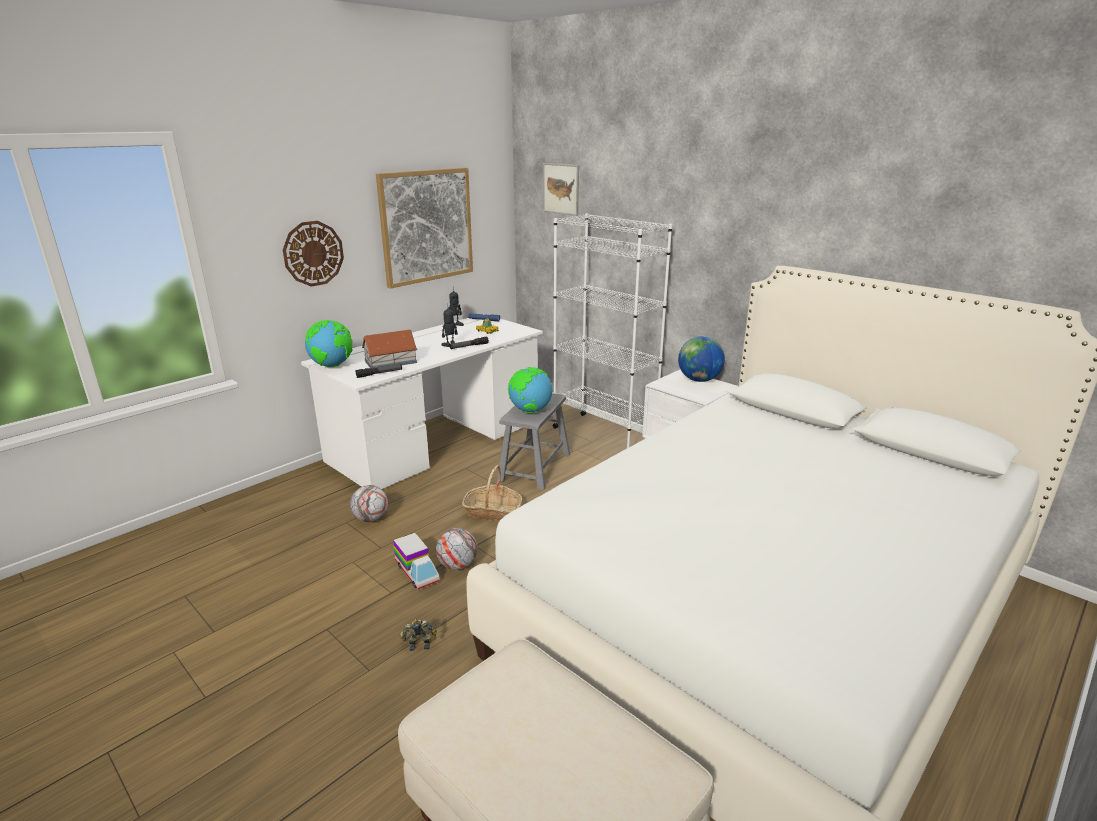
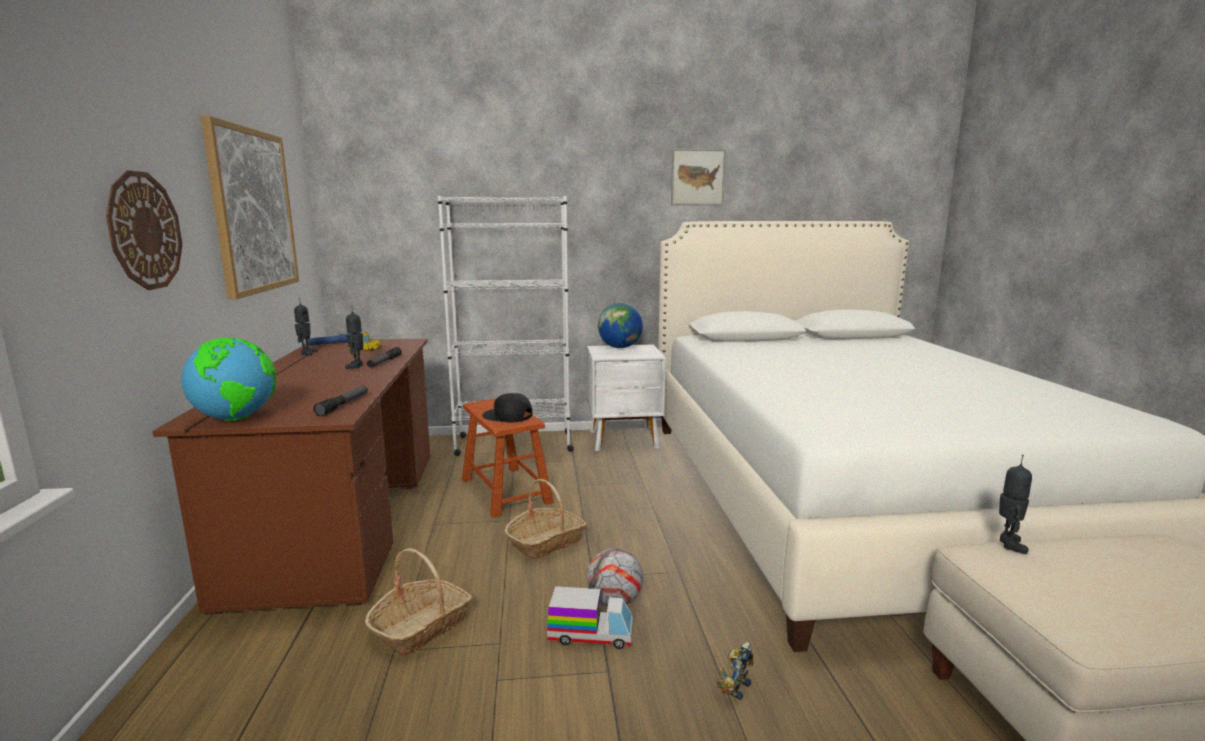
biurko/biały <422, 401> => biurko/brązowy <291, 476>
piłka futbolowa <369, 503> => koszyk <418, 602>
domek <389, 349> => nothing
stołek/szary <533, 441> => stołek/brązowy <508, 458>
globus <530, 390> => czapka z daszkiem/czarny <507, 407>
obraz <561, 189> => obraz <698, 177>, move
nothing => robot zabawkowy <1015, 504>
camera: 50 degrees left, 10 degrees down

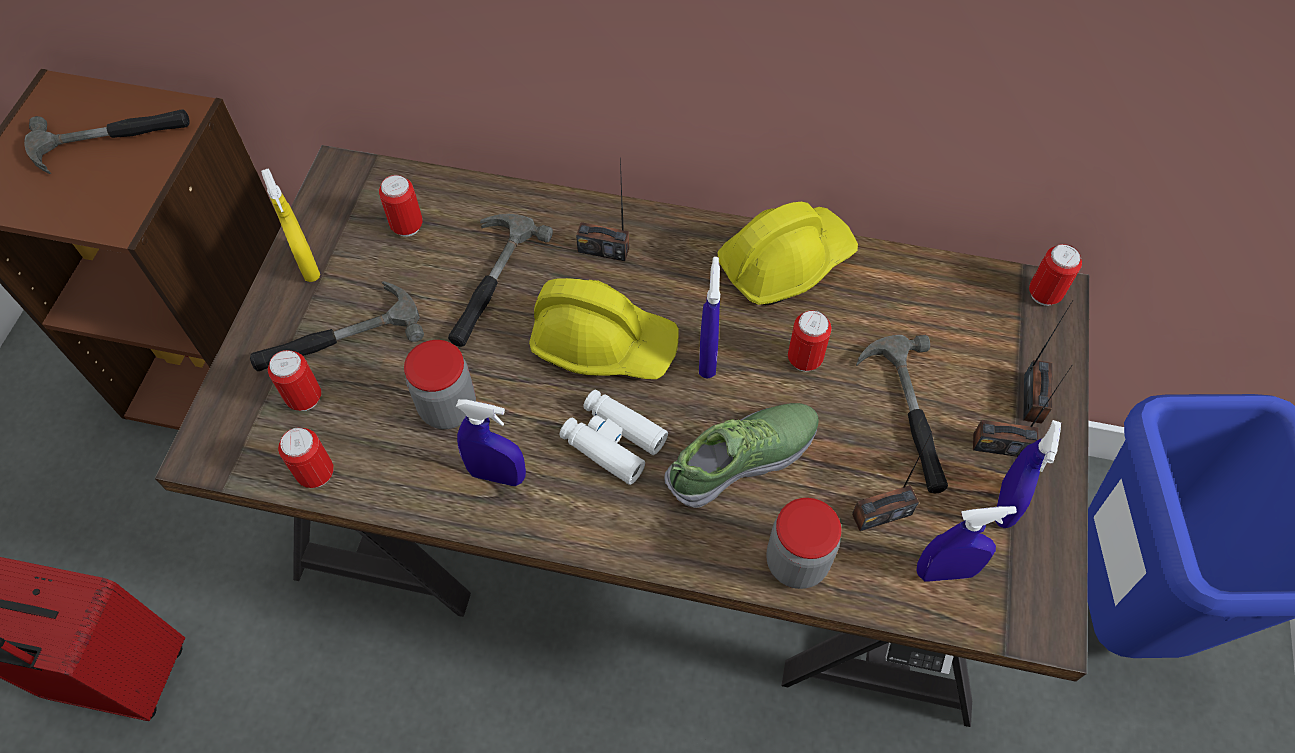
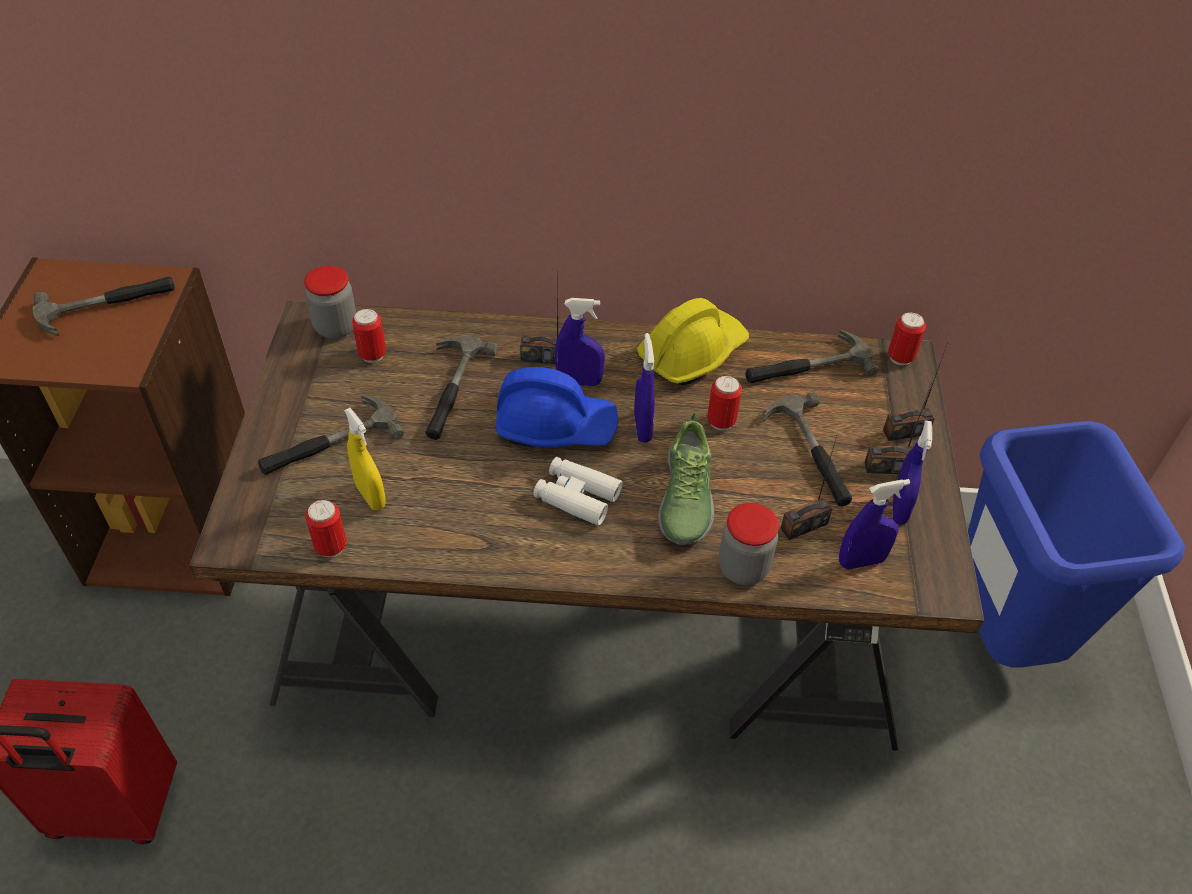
spryskiwacz/żółty <290, 225> => spryskiwacz/żółty <365, 459>, move
puszka <294, 380> => nothing
słoik <440, 384> => słoik <330, 302>, move
spryskiwacz/niebieski <491, 442> => spryskiwacz/niebieski <580, 342>, move
kask/żółty <604, 328> => kask/niebieski <556, 407>
but <741, 455> => but <686, 479>, 135 degrees clockwise
radio <1048, 361> => radio <915, 393>, 75 degrees clockwise
nothing => młotek <812, 356>
camera: 10 degrees left, 10 degrees down

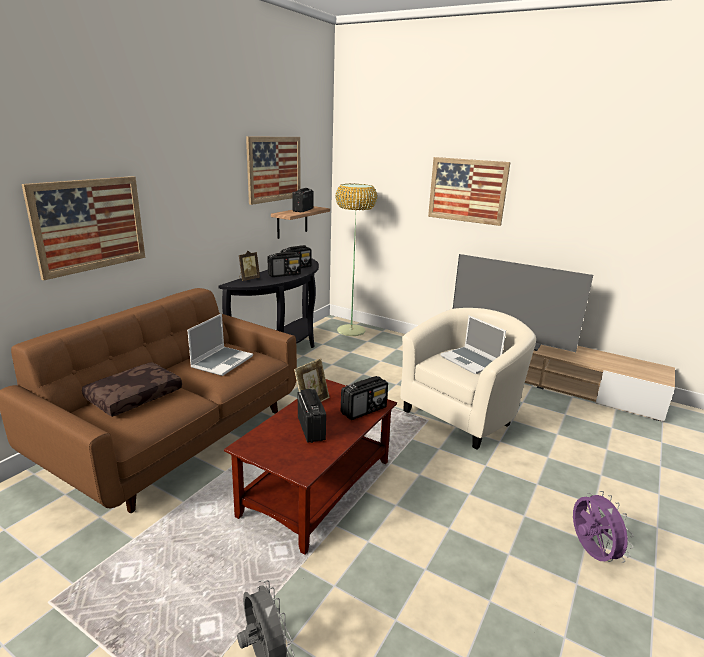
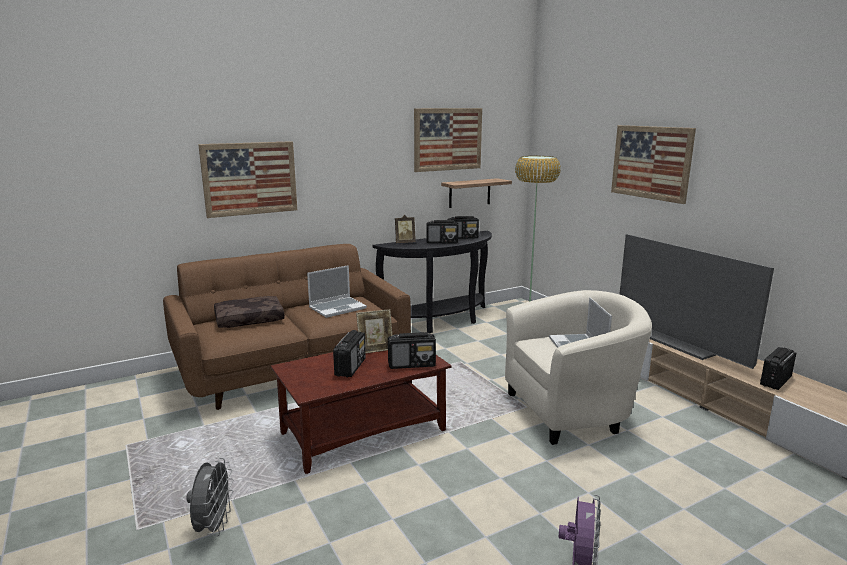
radio <303, 200> => radio <778, 368>, move
camera: 30 degrees right, 5 degrees down

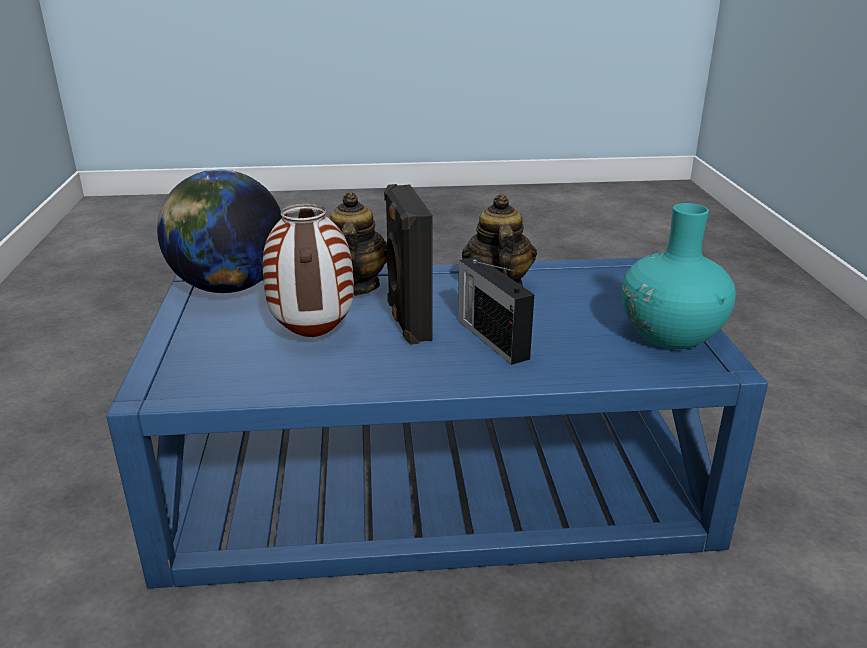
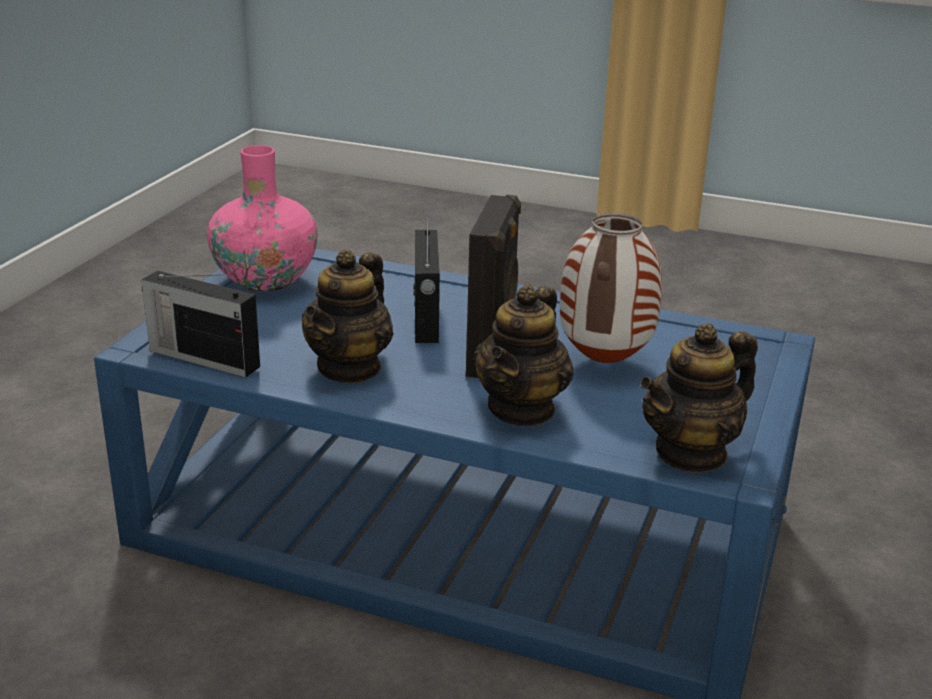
globus <219, 231> => imbryk <699, 398>
wazon/turkusowy <678, 276> => wazon/różowy <262, 218>
nothing => radio <200, 324>
camera: 155 degrees left, 0 degrees up

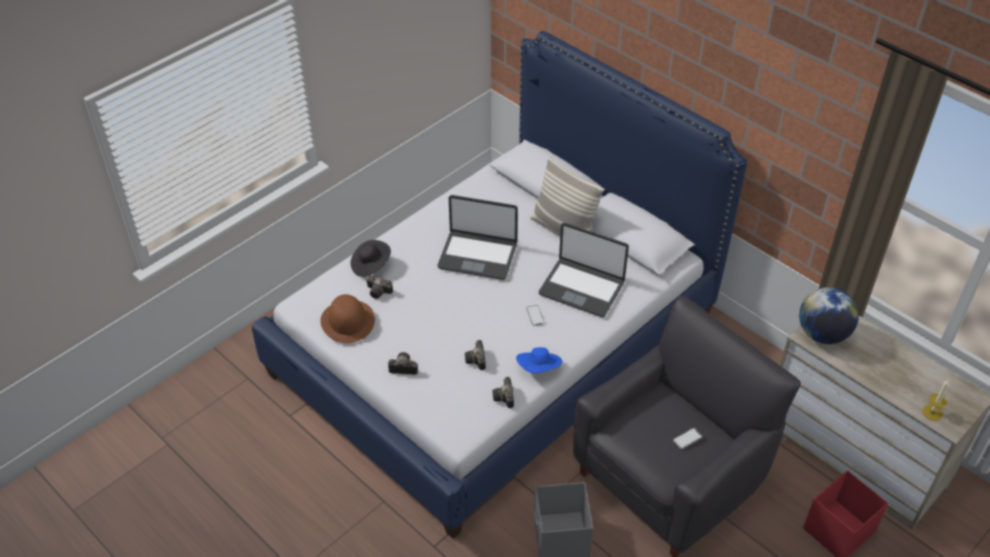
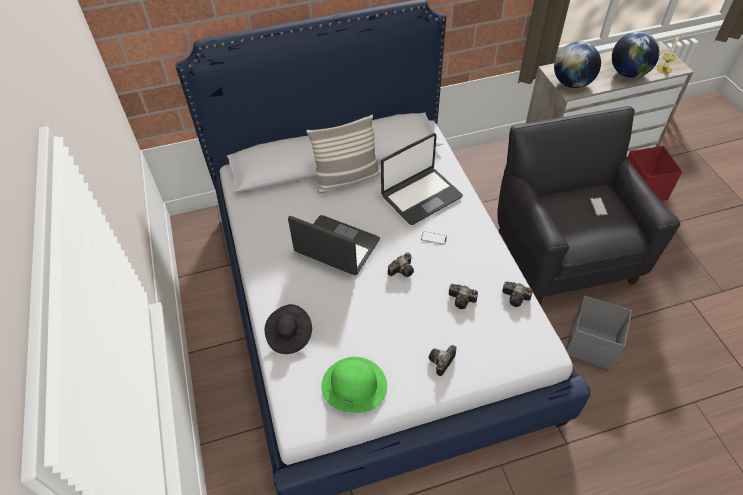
kapelusz/brązowy <347, 318> => kapelusz/zielony <354, 385>
aparat fotograficzny <379, 287> => aparat fotograficzny <401, 264>, move
laptop <478, 237> => laptop <334, 245>, 105 degrees counterclockwise
kapelusz/niebieski <539, 360> => nothing
nothing => globus <636, 55>
camera: 60 degrees left, 5 degrees up

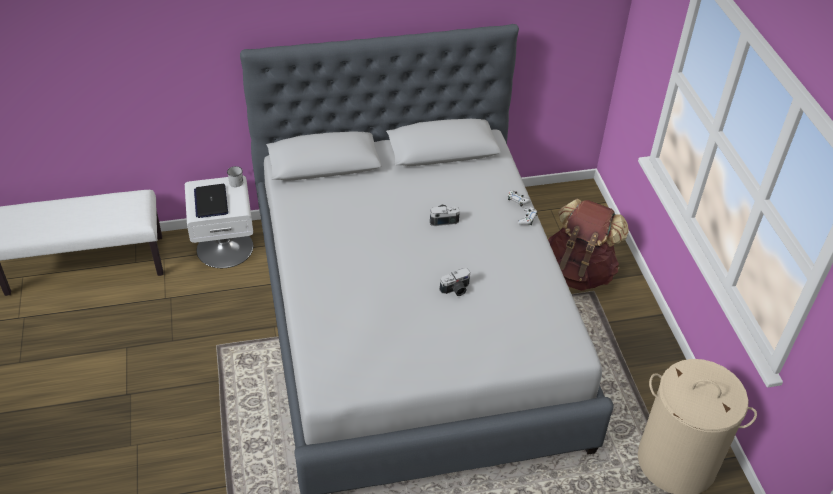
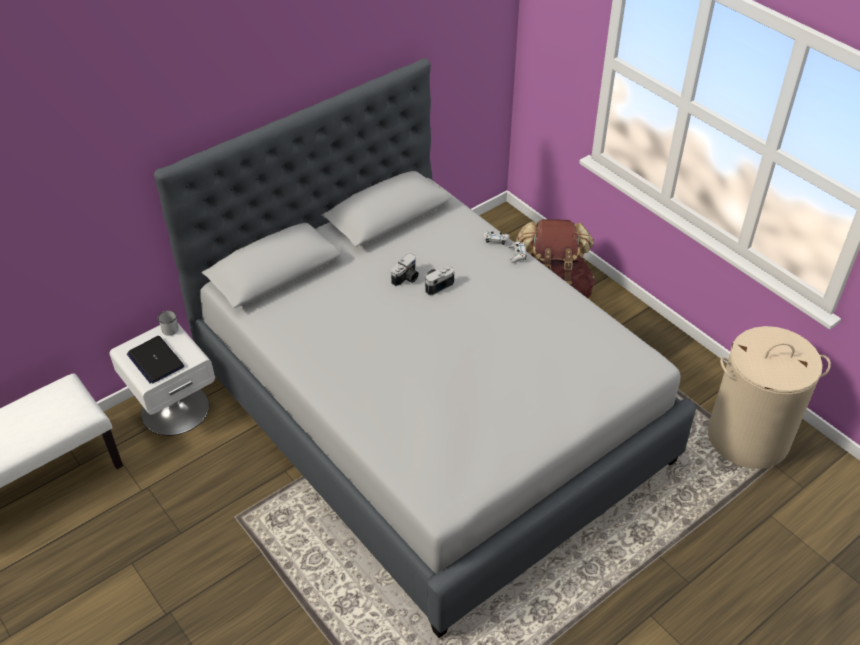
aparat fotograficzny <455, 282> => aparat fotograficzny <405, 269>, move
camera: 25 degrees left, 0 degrees up

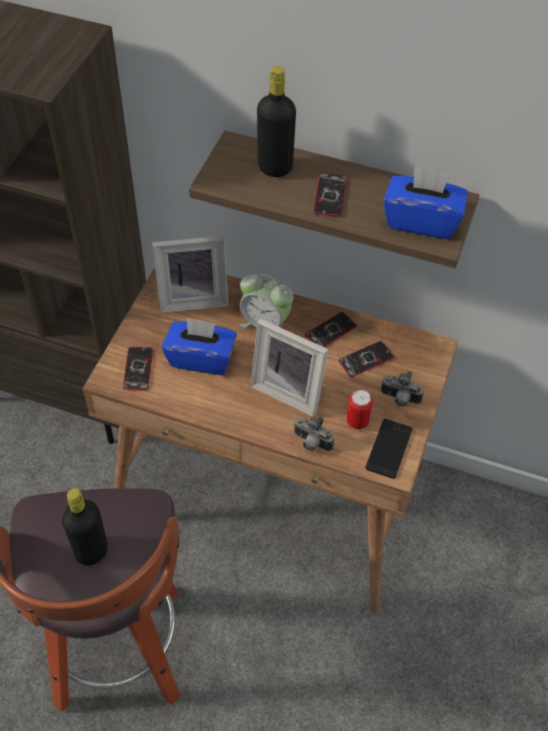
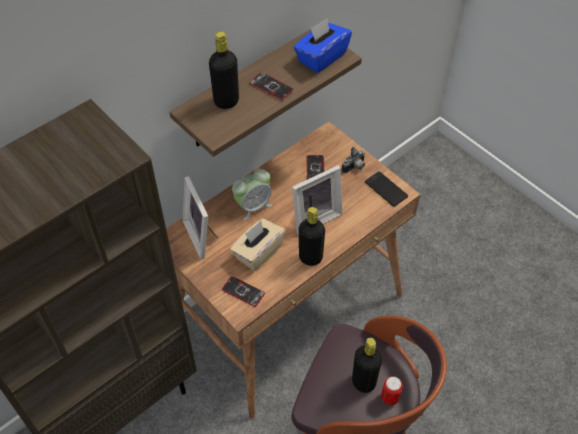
ramka na zdjęcie <190, 274> => ramka na zdjęcie <200, 217>, 135 degrees clockwise
pudełko chusteczek/niebieski <199, 346> => pudełko chusteczek/beżowy <258, 245>
aparat fotograficzny <314, 434> => nothing
telefon <331, 329> => nothing
puszka <359, 410> => puszka <392, 390>, move
nothing => butelka/czarny <312, 236>
camera: 60 degrees left, 0 degrees up

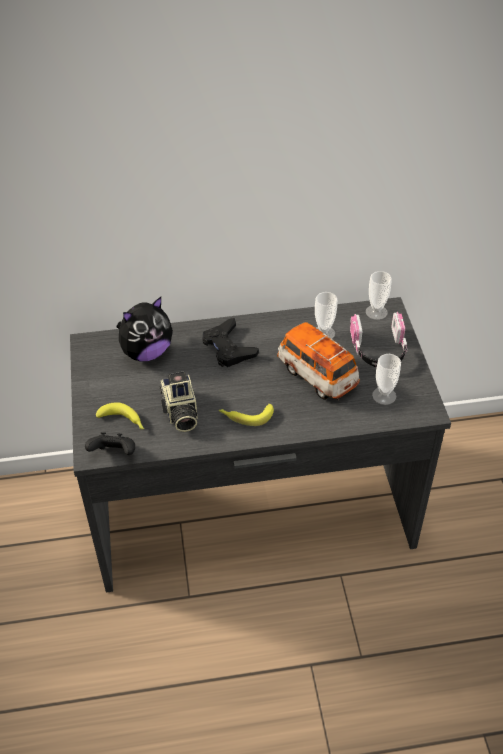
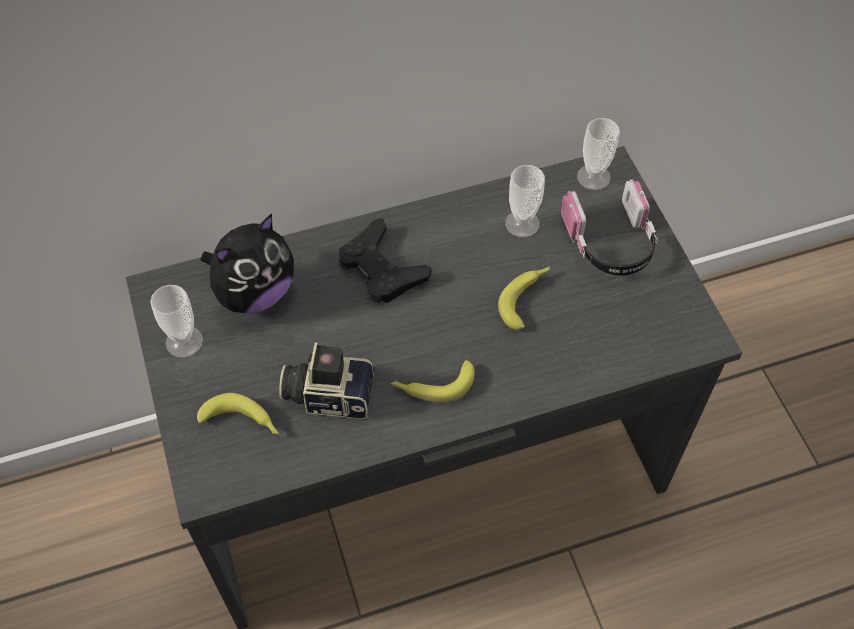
pad do gier/czarny <110, 443> => nothing
aparat fotograficzny <178, 401> => aparat fotograficzny <327, 380>, 120 degrees clockwise
samochodzik <318, 361> => banan <524, 298>
filiżanka <386, 379> => filiżanka <176, 321>, move
camera: 10 degrees left, 10 degrees up

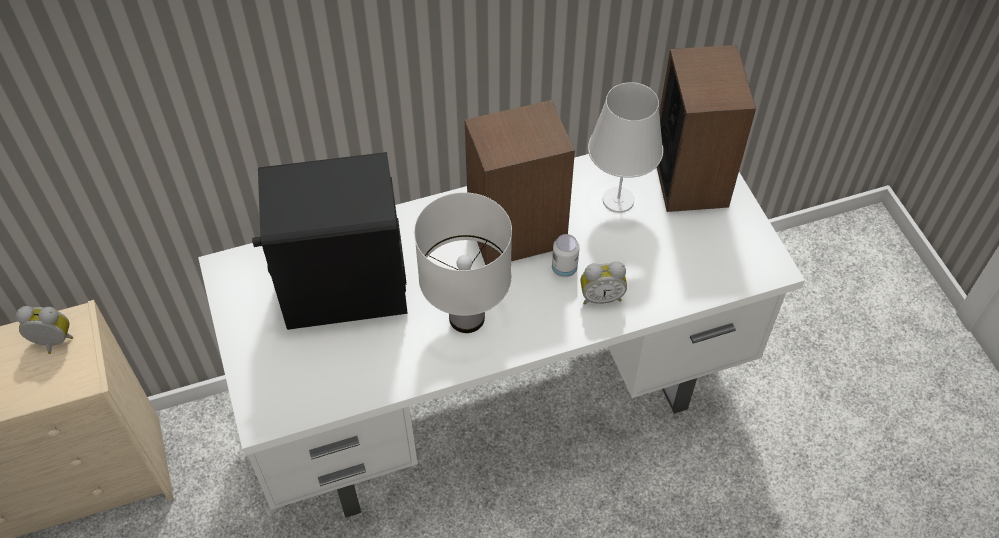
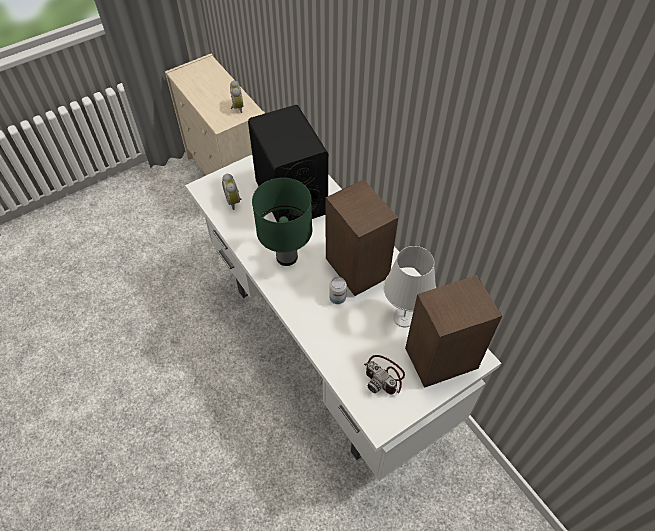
lampa stołowa/biały <463, 262> => lampa stołowa/zielony <282, 222>
budzik <604, 283> => budzik <232, 191>, move
nothing => aparat fotograficzny <384, 374>
camera: 75 degrees right, 0 degrees up

